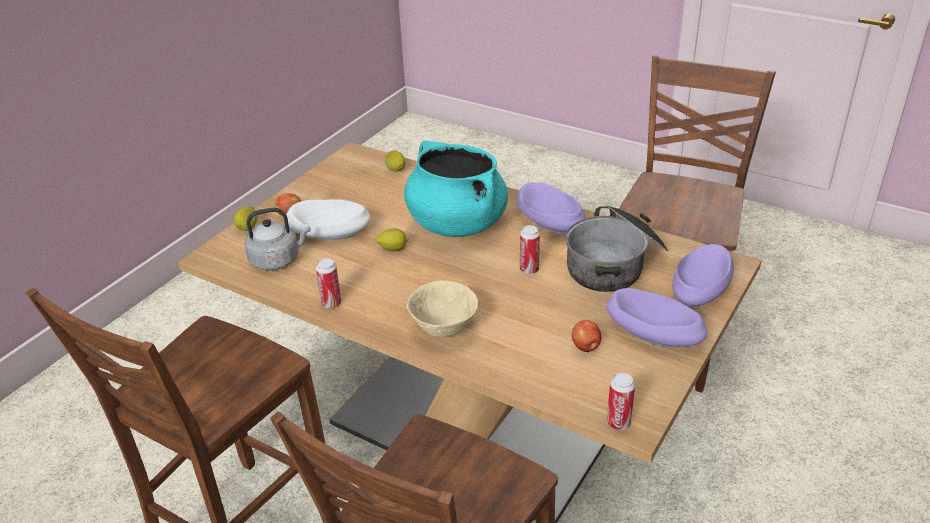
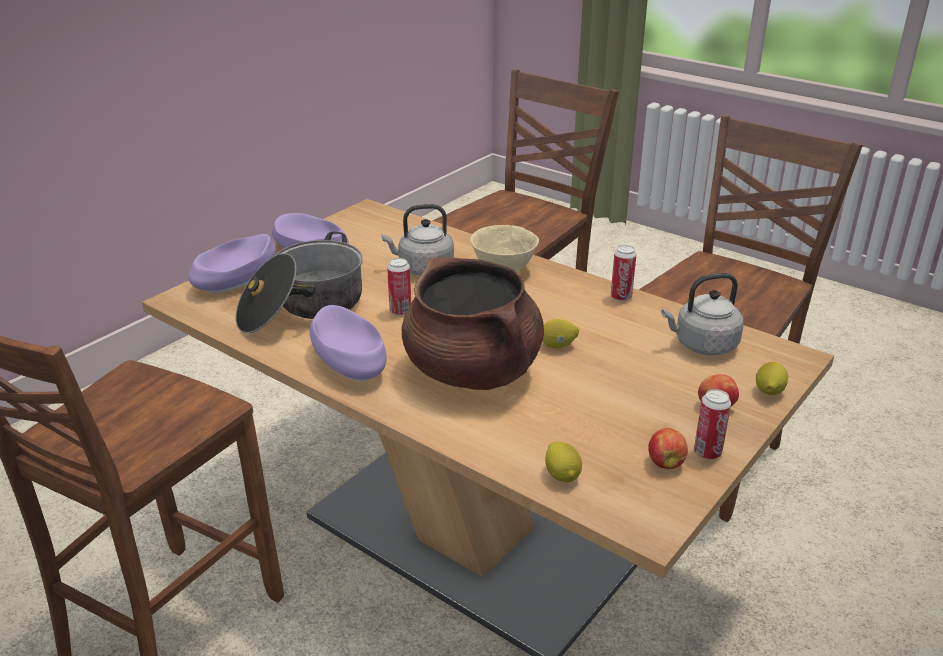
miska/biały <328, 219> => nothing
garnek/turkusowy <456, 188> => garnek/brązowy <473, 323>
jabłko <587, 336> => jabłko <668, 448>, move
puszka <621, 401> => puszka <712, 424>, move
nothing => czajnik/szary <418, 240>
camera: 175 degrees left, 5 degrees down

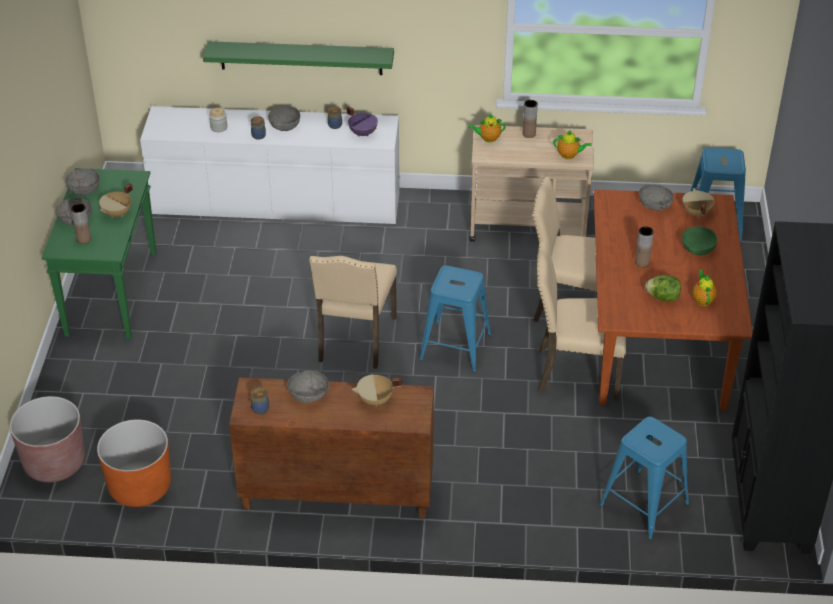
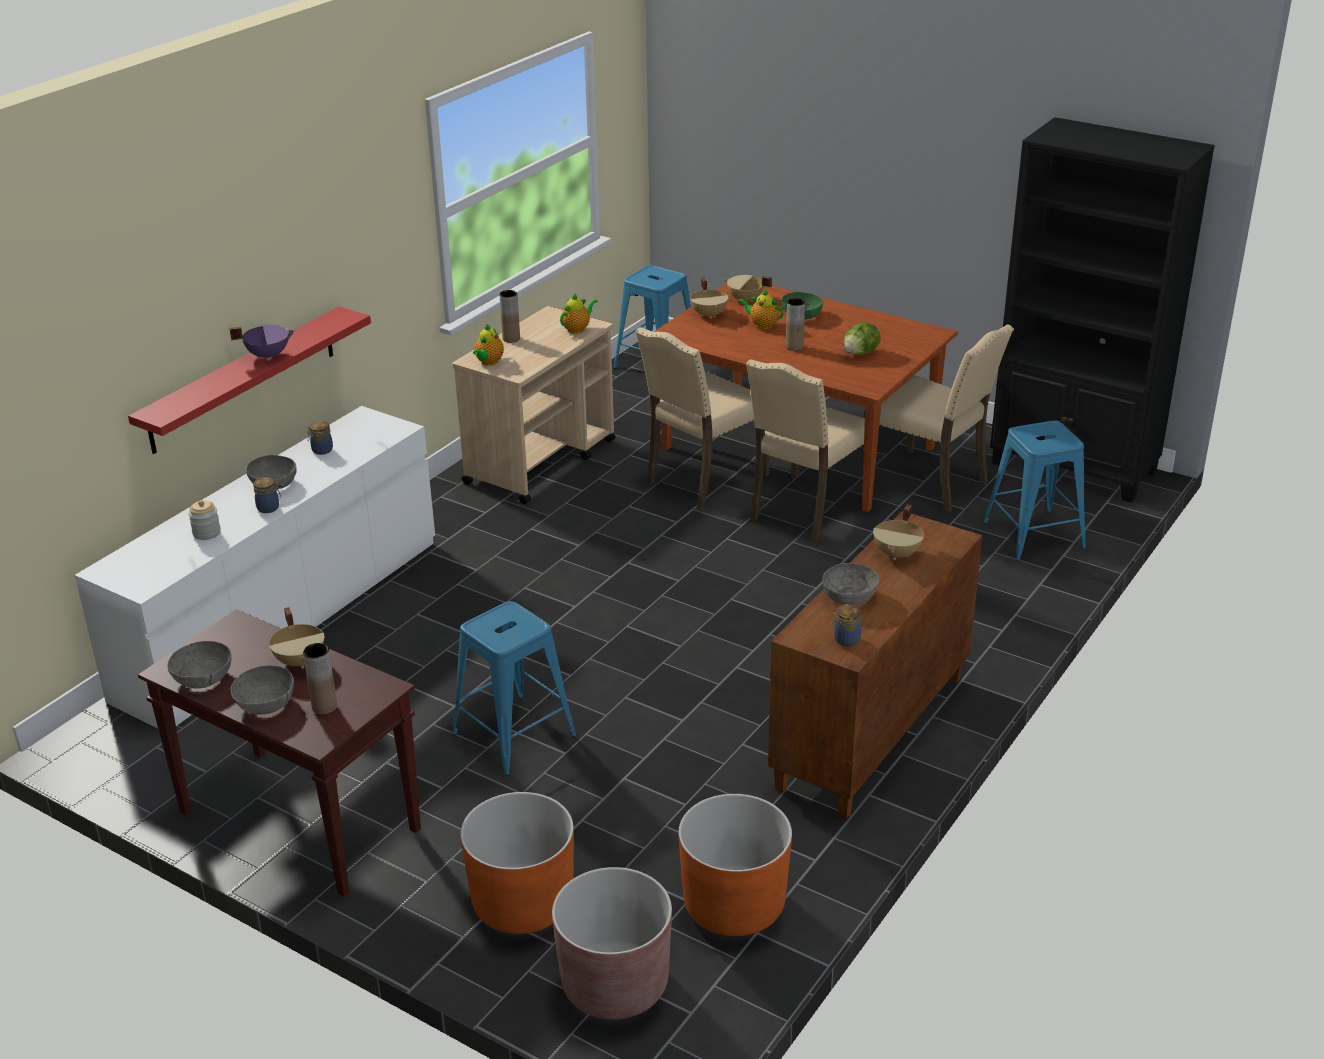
stolik konsolowy/zielony <99, 253> => stolik konsolowy/brązowy <279, 753>
półka/zielony <298, 58> => półka/czerwony <249, 380>
krzesło/beżowy <353, 312> => krzesło/beżowy <946, 418>, move
garnek/fioletowy <362, 121> => garnek/fioletowy <262, 343>, move
stołek/niebieski <455, 319> => stołek/niebieski <514, 688>, move
miska/szary <656, 197> => garnek/beżowy <709, 298>
imbryk <704, 288> => imbryk <760, 309>, move
nothing => donica/pomarańczowy <517, 863>
camera: 60 degrees left, 10 degrees down

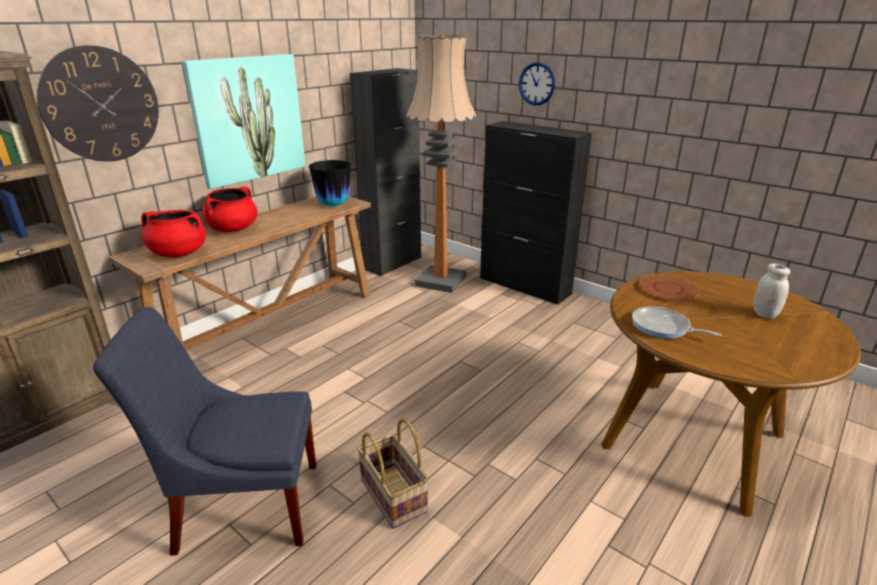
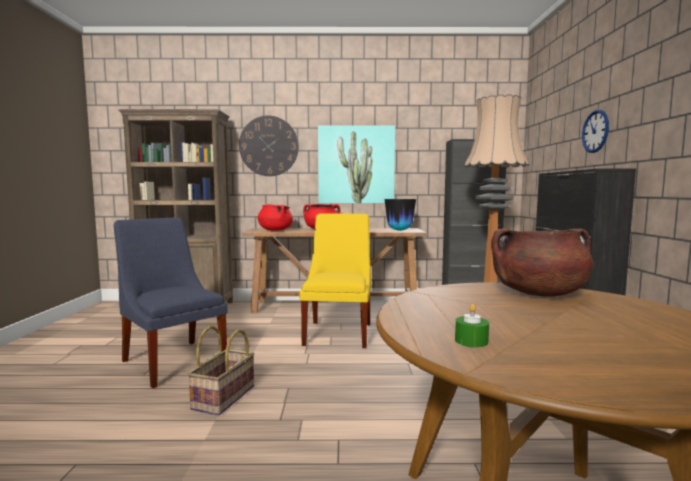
patelnia <676, 322> => nothing
talerz/brązowy <669, 288> => garnek/brązowy <542, 262>
słoik/biały <772, 291> => nothing
nothing => krzesło/żółty <335, 281>
nothing => świeca/zielony <472, 326>
camera: 50 degrees right, 20 degrees down

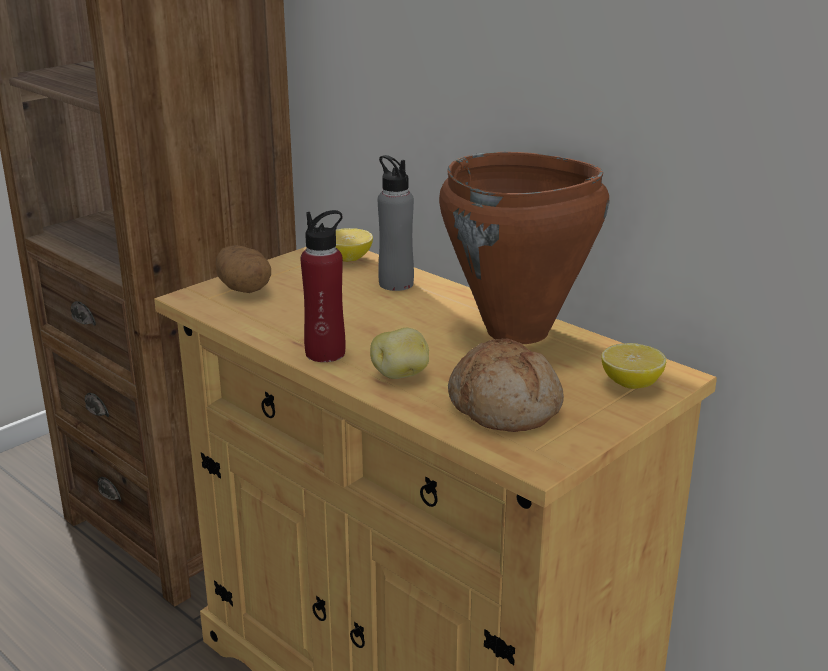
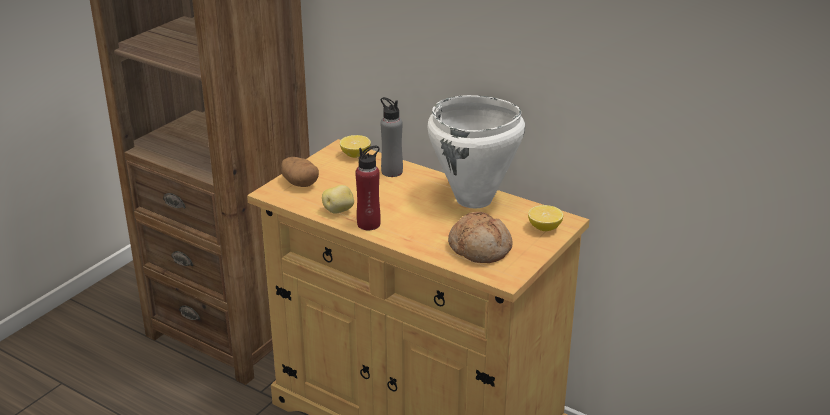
ziemniak <399, 353> => ziemniak <338, 199>, move
garnek/brązowy <524, 248> => garnek/biały <476, 151>
camera: 10 degrees left, 5 degrees up

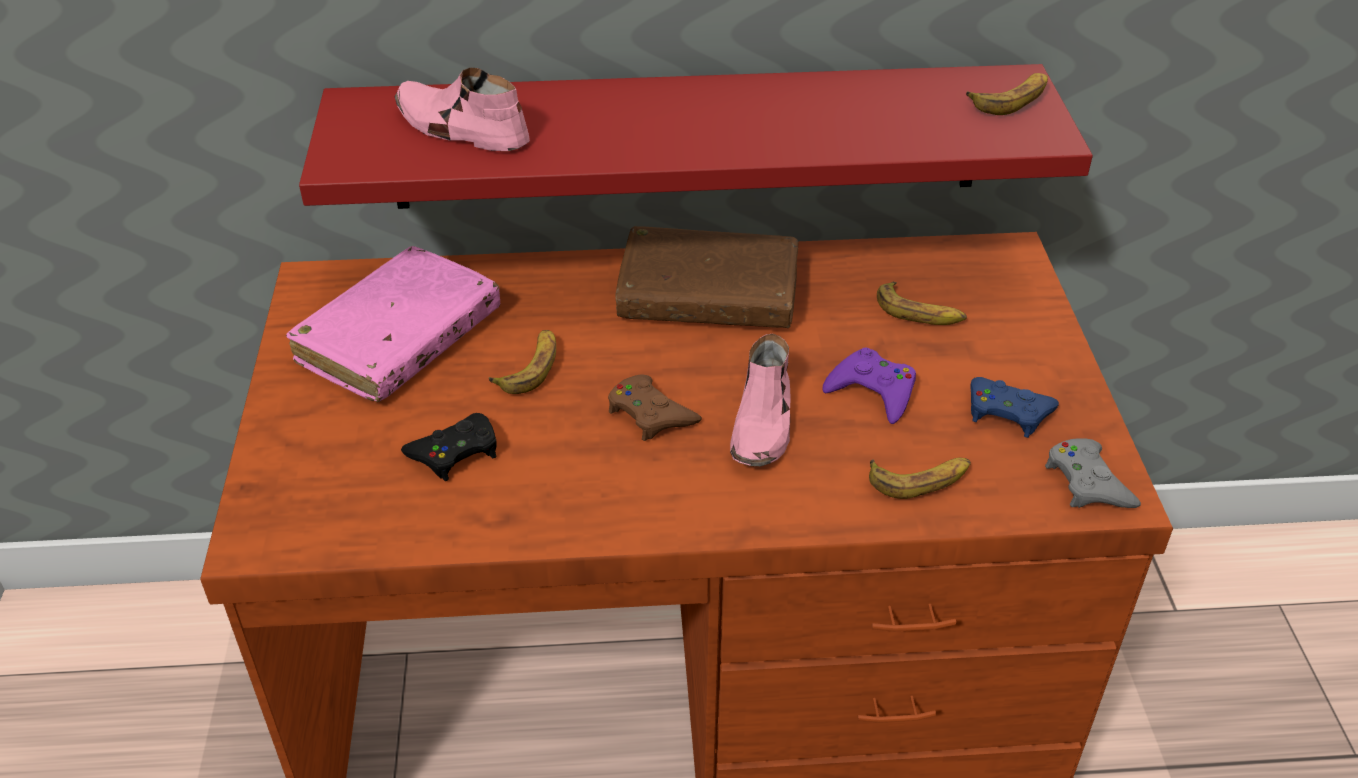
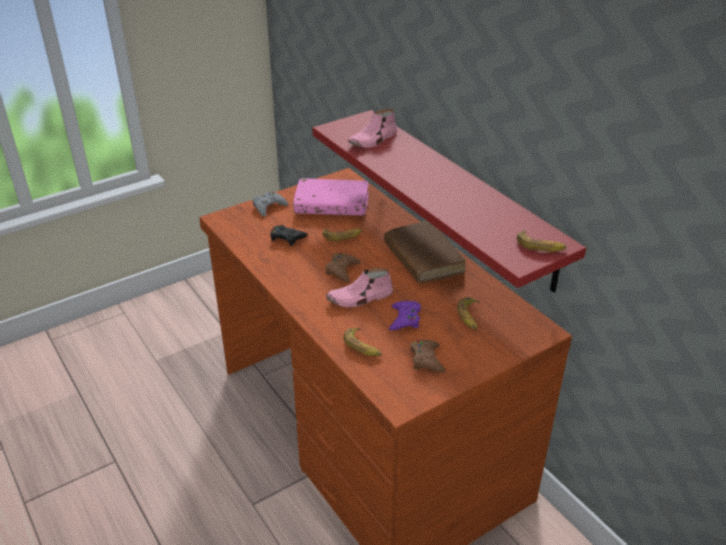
but/różowy <462, 109> => but/różowy <372, 128>, 135 degrees counterclockwise
pad do gier/niebieski <1014, 407> => pad do gier/brązowy <428, 356>
pad do gier/szary <1093, 473> => pad do gier/szary <270, 204>, move
camera: 60 degrees right, 5 degrees down

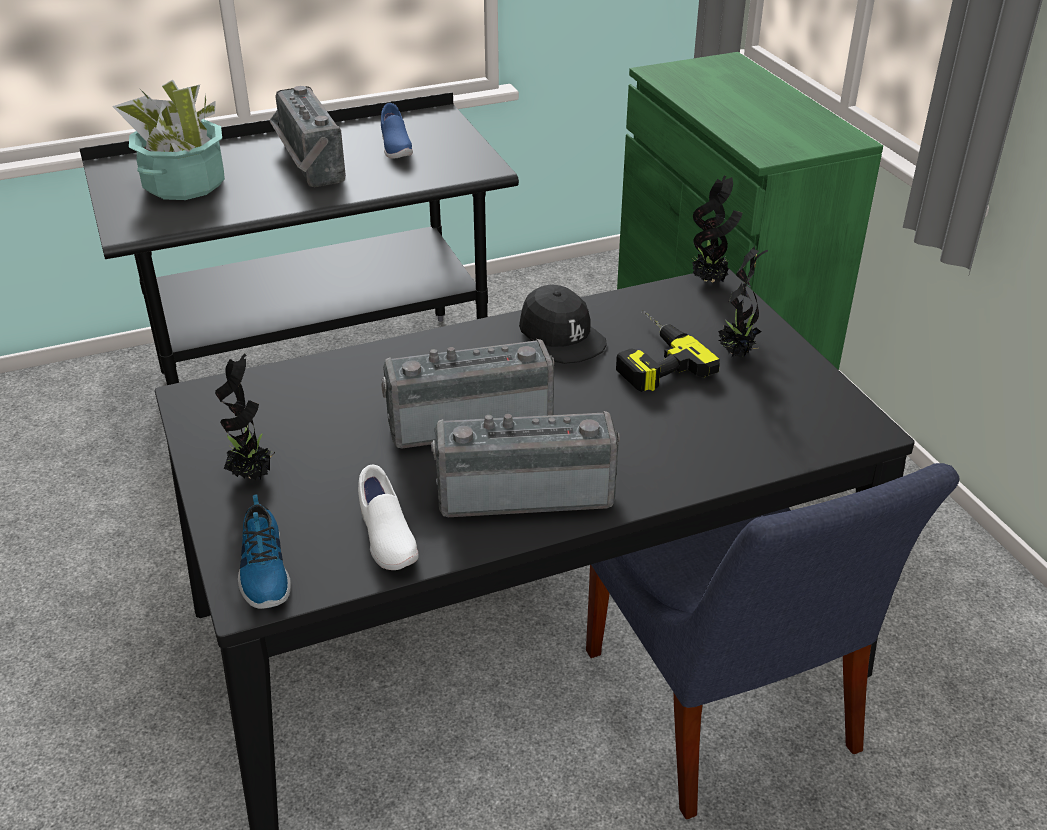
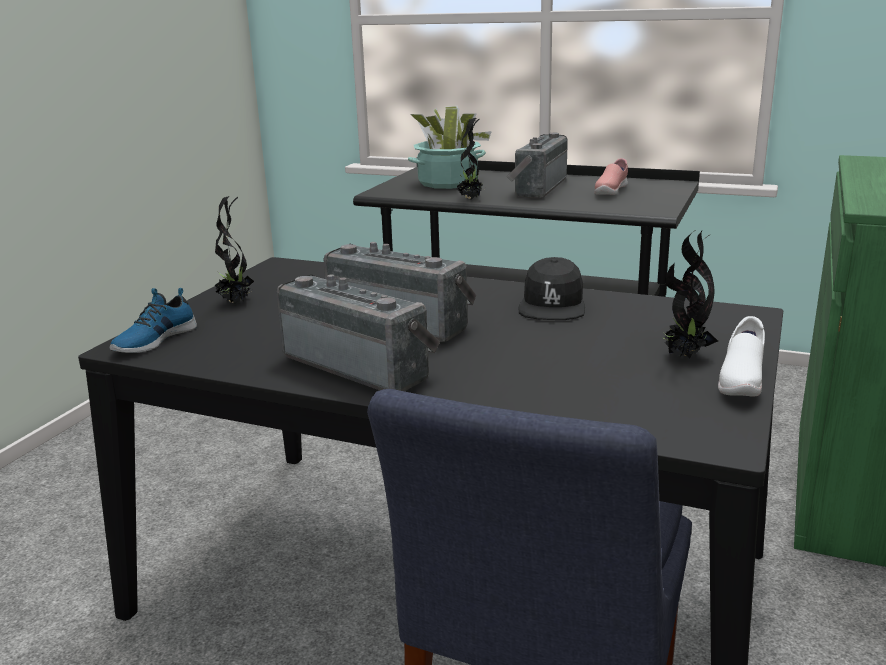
but/biały <388, 517> => but/biały <741, 356>, move
but/niebieski <397, 131> => but/różowy <611, 176>
wiertarka <668, 351> => nothing
roślina doniczkowa <717, 228> => roślina doniczkowa <471, 159>, move
camera: 45 degrees right, 15 degrees down

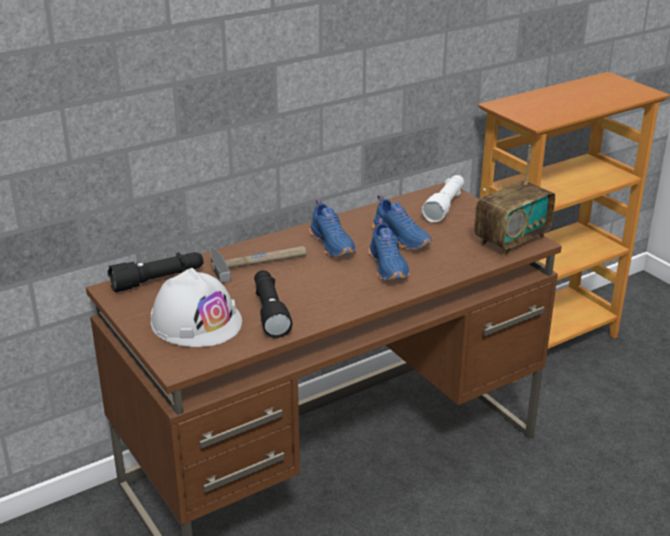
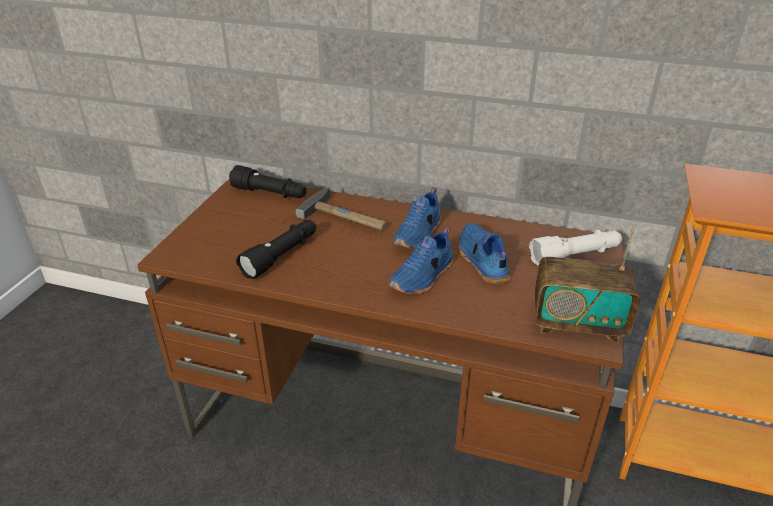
kask/biały <196, 307> => nothing
but/niebieski <402, 222> => but/niebieski <484, 253>, 150 degrees clockwise
camera: 50 degrees right, 5 degrees up

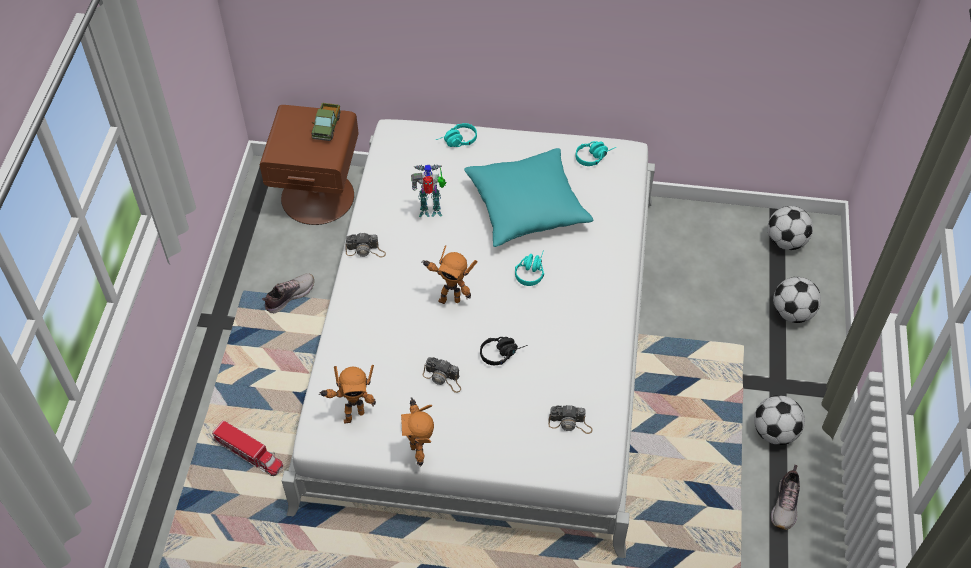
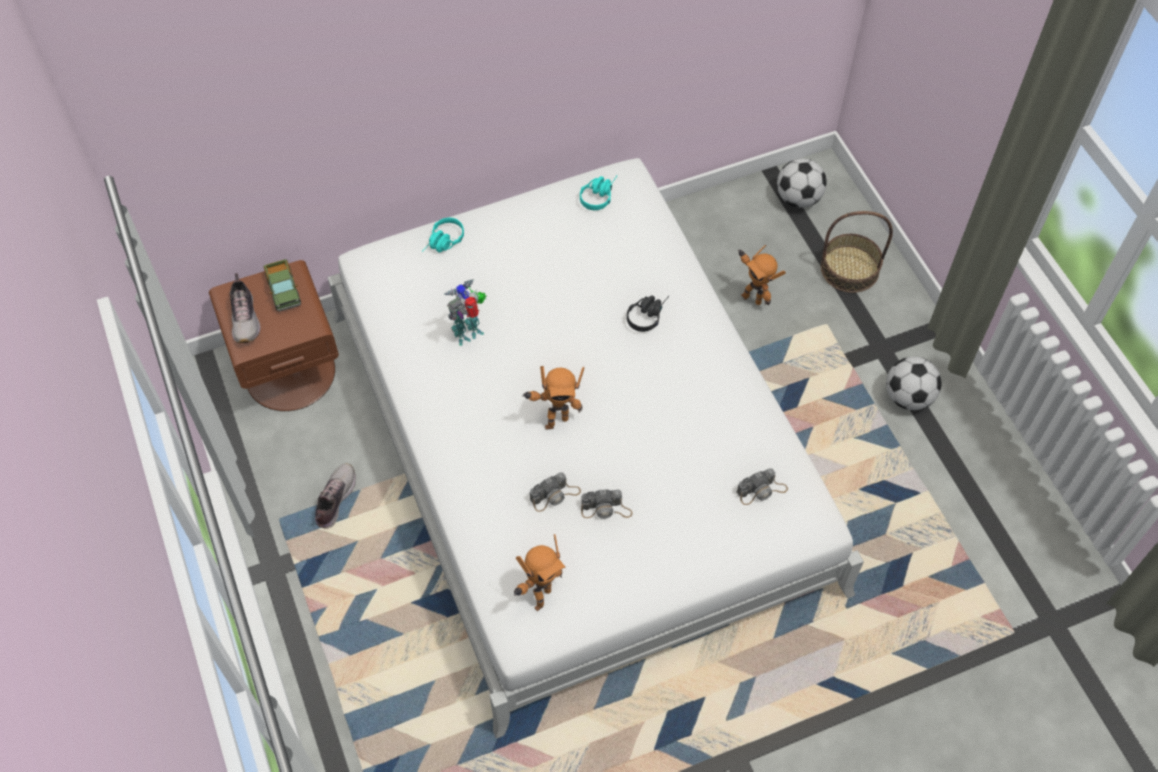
ciężarówka zabawkowa <247, 448> => nothing
aparat fotograficzny <365, 245> => aparat fotograficzny <555, 492>, move
robot zabawkowy <417, 432> => robot zabawkowy <762, 275>, move
poduszka/turkusowy <528, 197> => nothing
słuchawki/czarny <504, 351> => słuchawki/czarny <648, 313>, move
słuchawki/turkusowy <529, 268> => nothing
but <785, 497> => but <245, 308>, move
piłka futbolowa <797, 300> => koszyk <857, 252>
camera: 30 degrees left, 5 degrees up

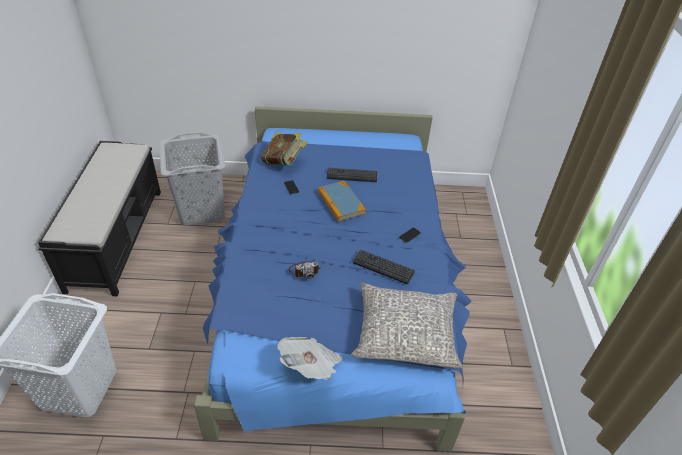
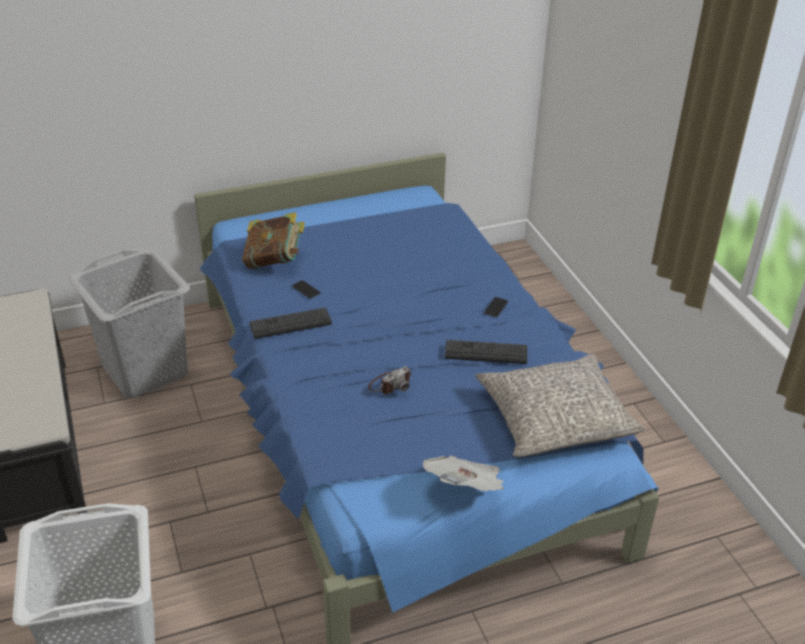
książka <342, 201> => nothing
klawiatura <352, 175> => klawiatura <290, 323>, move
camera: 20 degrees left, 5 degrees down

